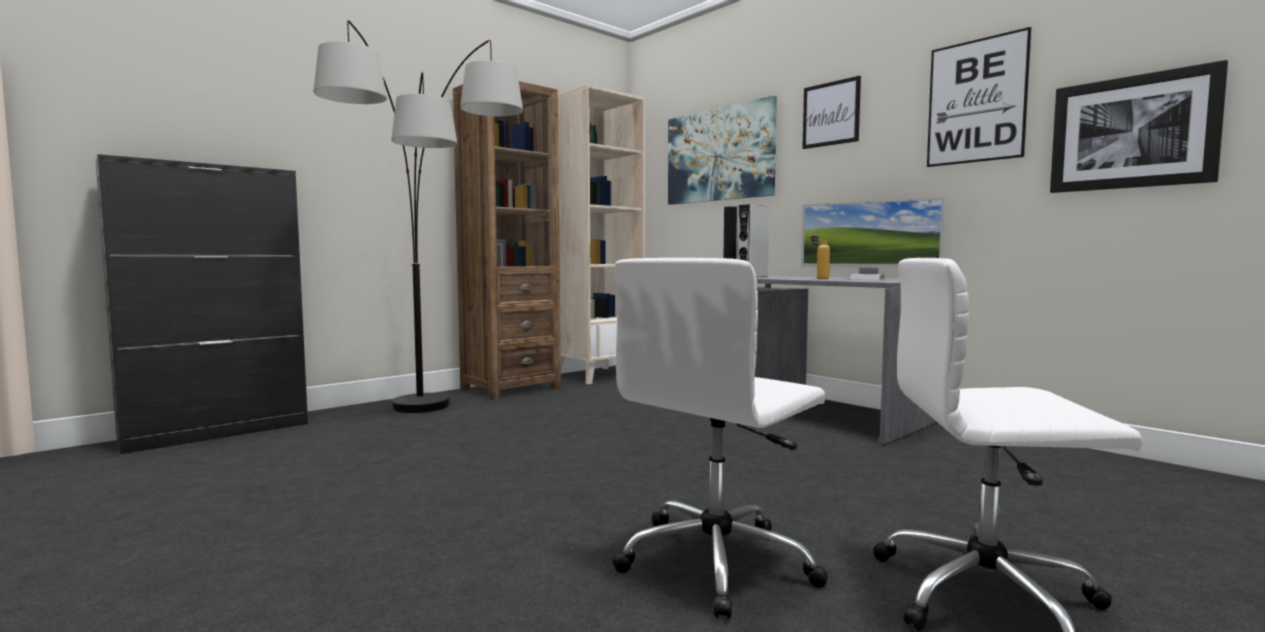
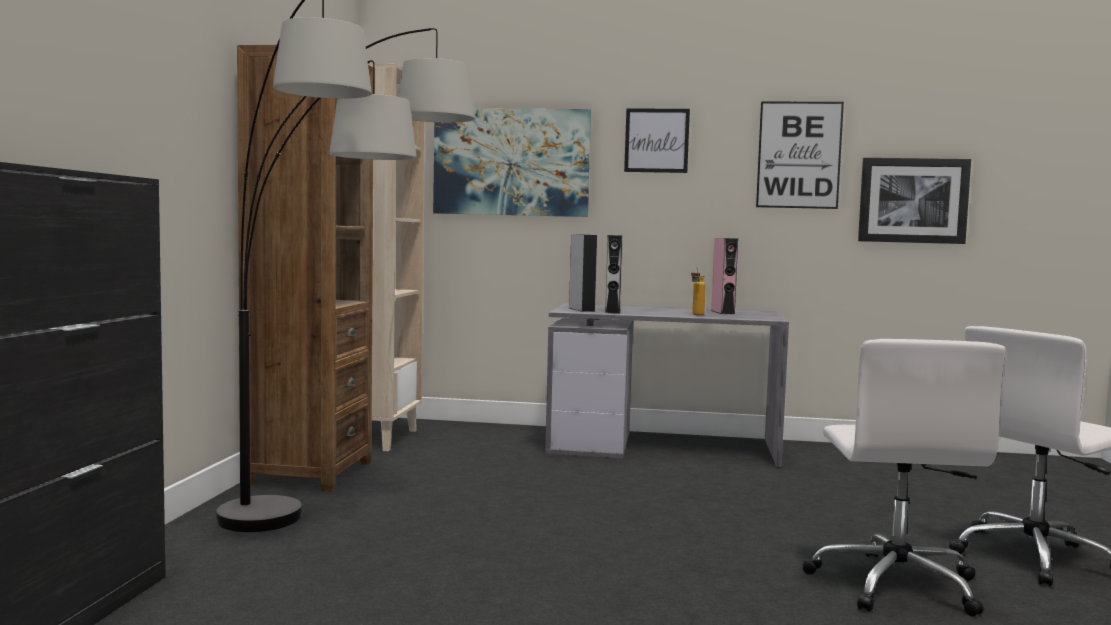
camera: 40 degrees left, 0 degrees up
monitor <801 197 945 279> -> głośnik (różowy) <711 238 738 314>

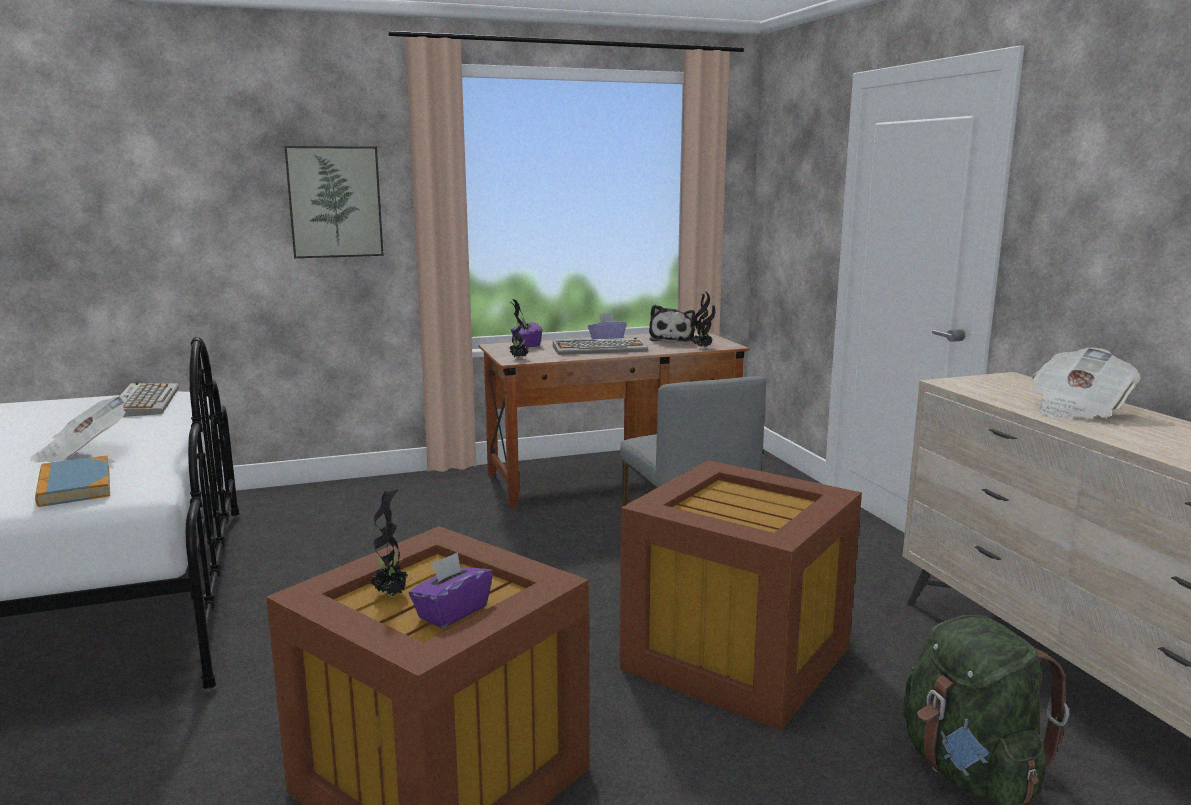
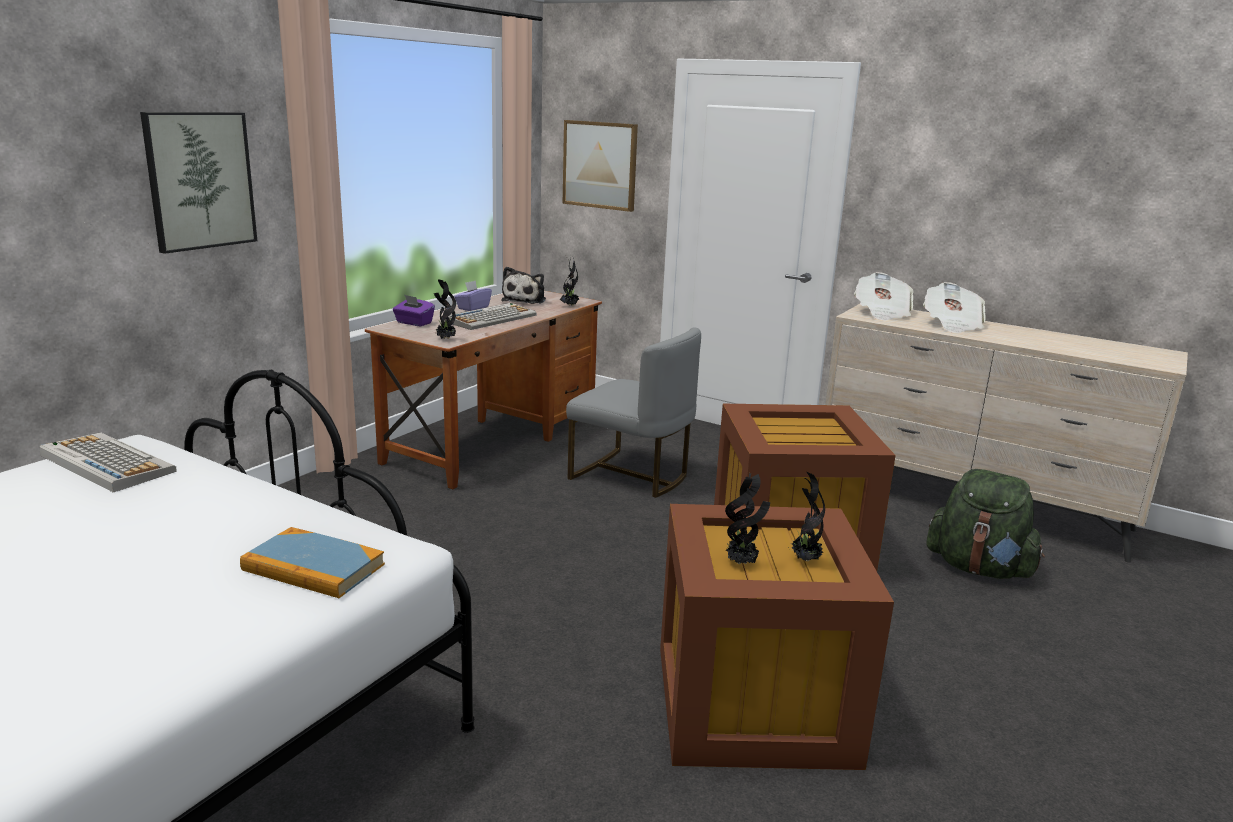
camera: 40 degrees left, 5 degrees up
pluszak <649 305 695 342> -> pluszak <501 267 546 304>, 45 degrees clockwise
none -> obraz <563 120 638 212>
pudełko chusteczek (fioletowy) <409 552 493 628> -> roślina doniczkowa <788 472 825 561>
gazeta <30 396 128 463> -> gazeta <854 272 914 320>, shifted

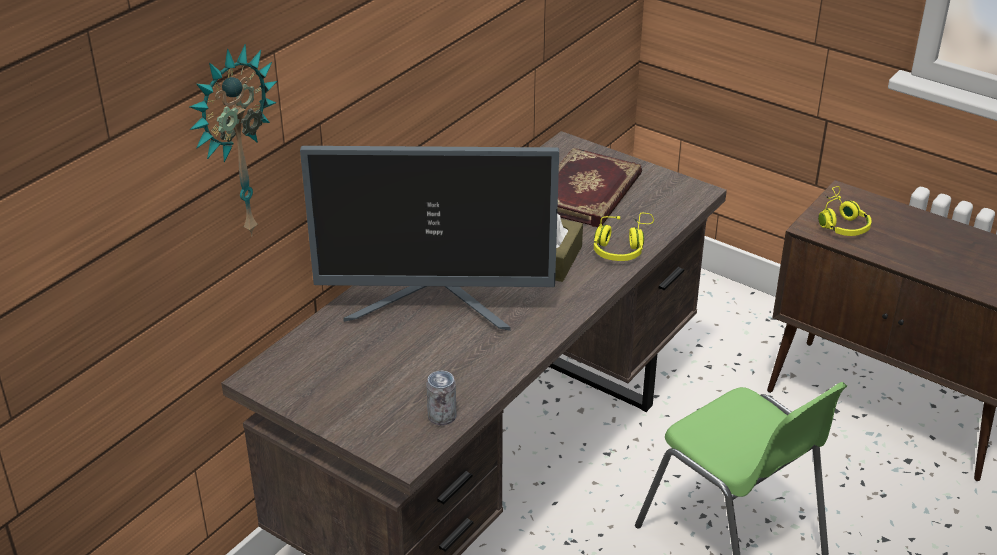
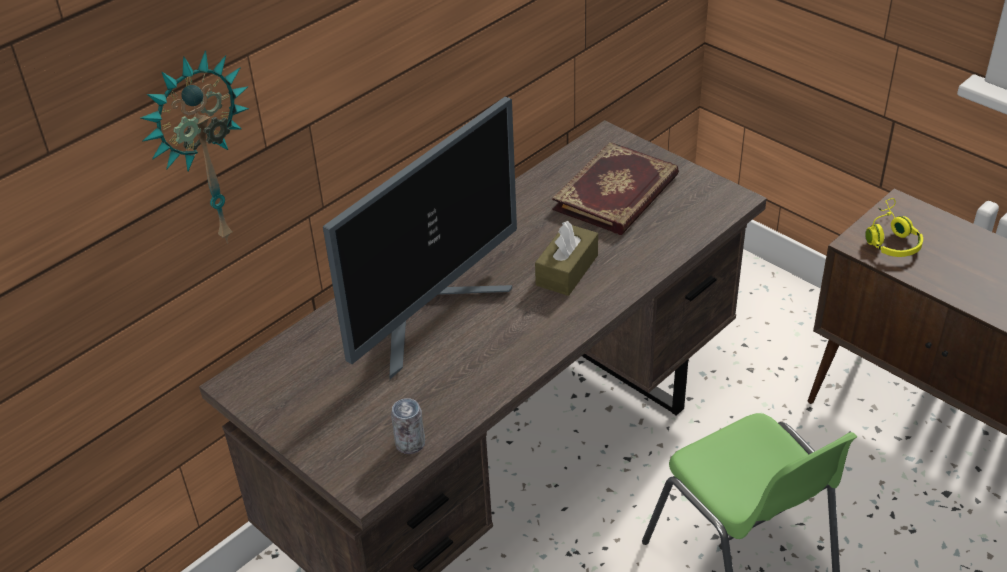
camera: 10 degrees right, 5 degrees up
monitor <300 146 559 331> -> monitor <323 97 517 379>, 60 degrees counterclockwise
słuchawki (żółty) <594 213 654 261> -> none

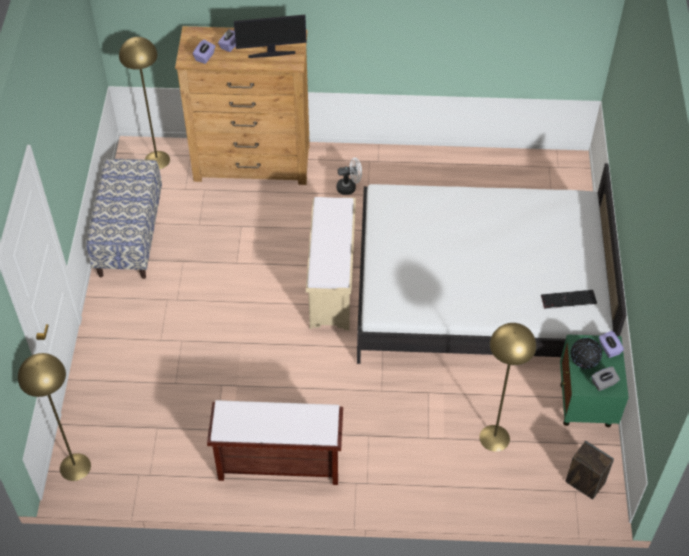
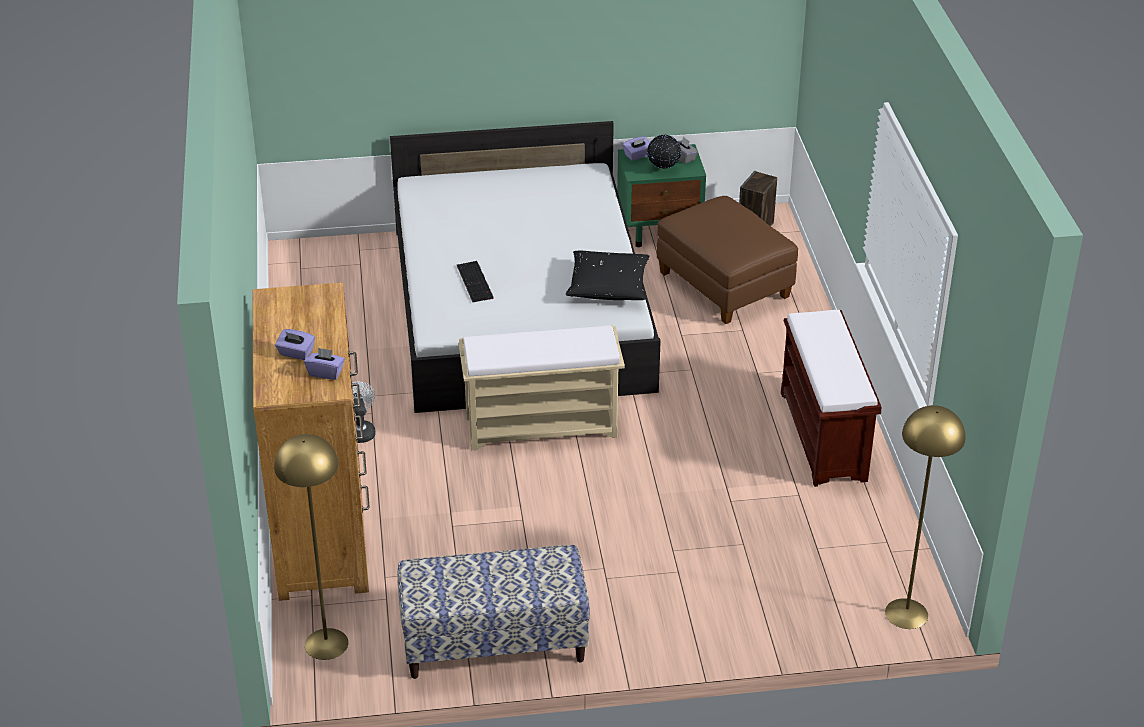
camera: 100 degrees left, 15 degrees down
klawiatura <541 290 597 309> -> klawiatura <457 261 493 302>, shifted
none -> poduszka (czarny) <566 251 649 300>
lampa stojąca (żółty) <479 323 536 452> -> pufa (brązowy) <657 196 798 324>
monitor <234 15 306 58> -> none

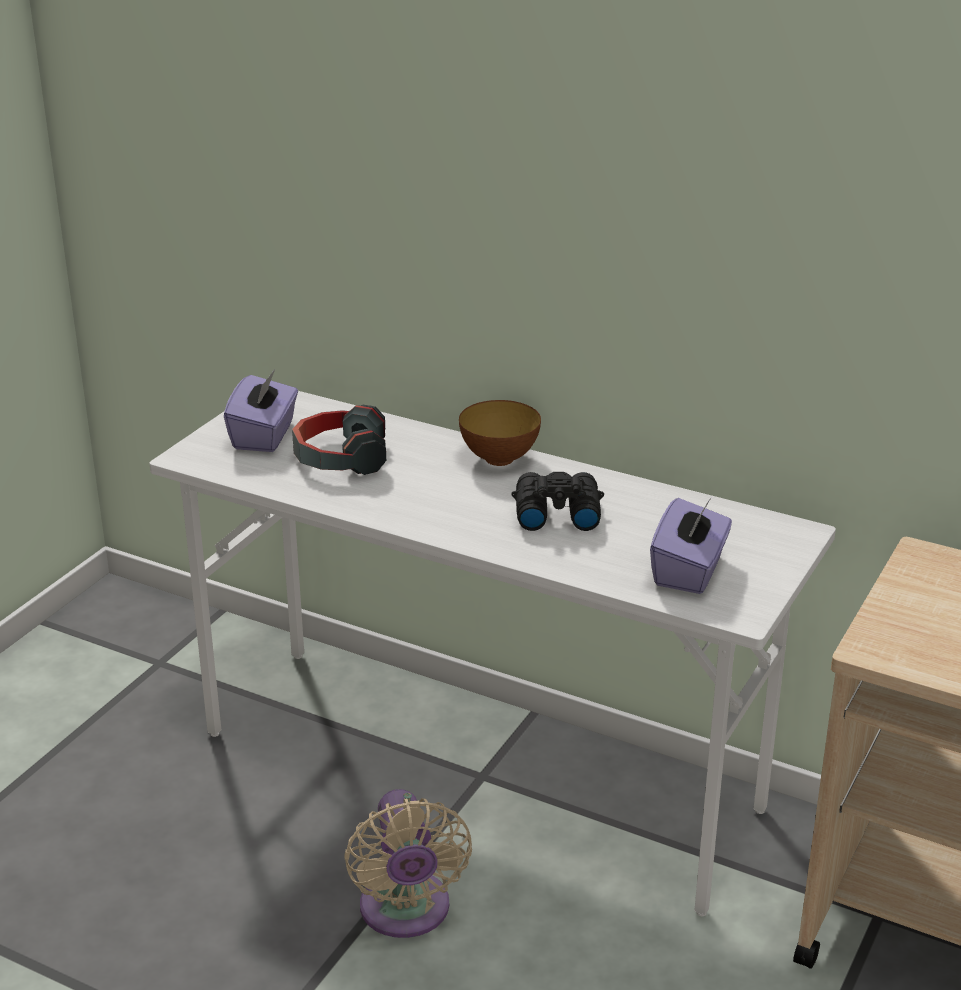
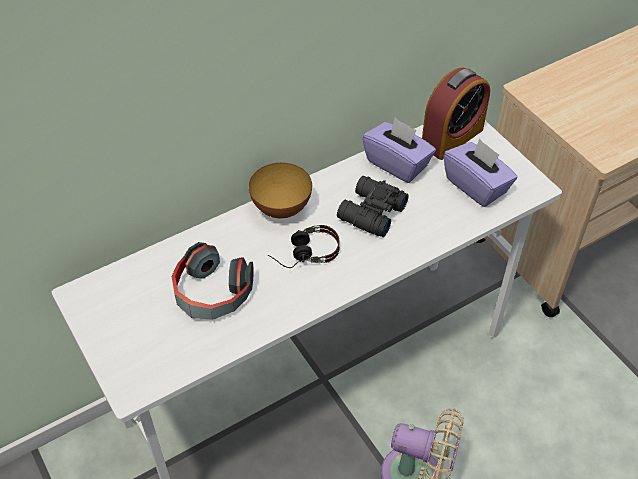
camera: 60 degrees left, 20 degrees up
none -> słuchawki <268 225 340 268>
pudełko chusteczek (fioletowy) <224 370 298 452> -> pudełko chusteczek (fioletowy) <362 117 436 183>, shifted
none -> budzik <422 67 490 160>

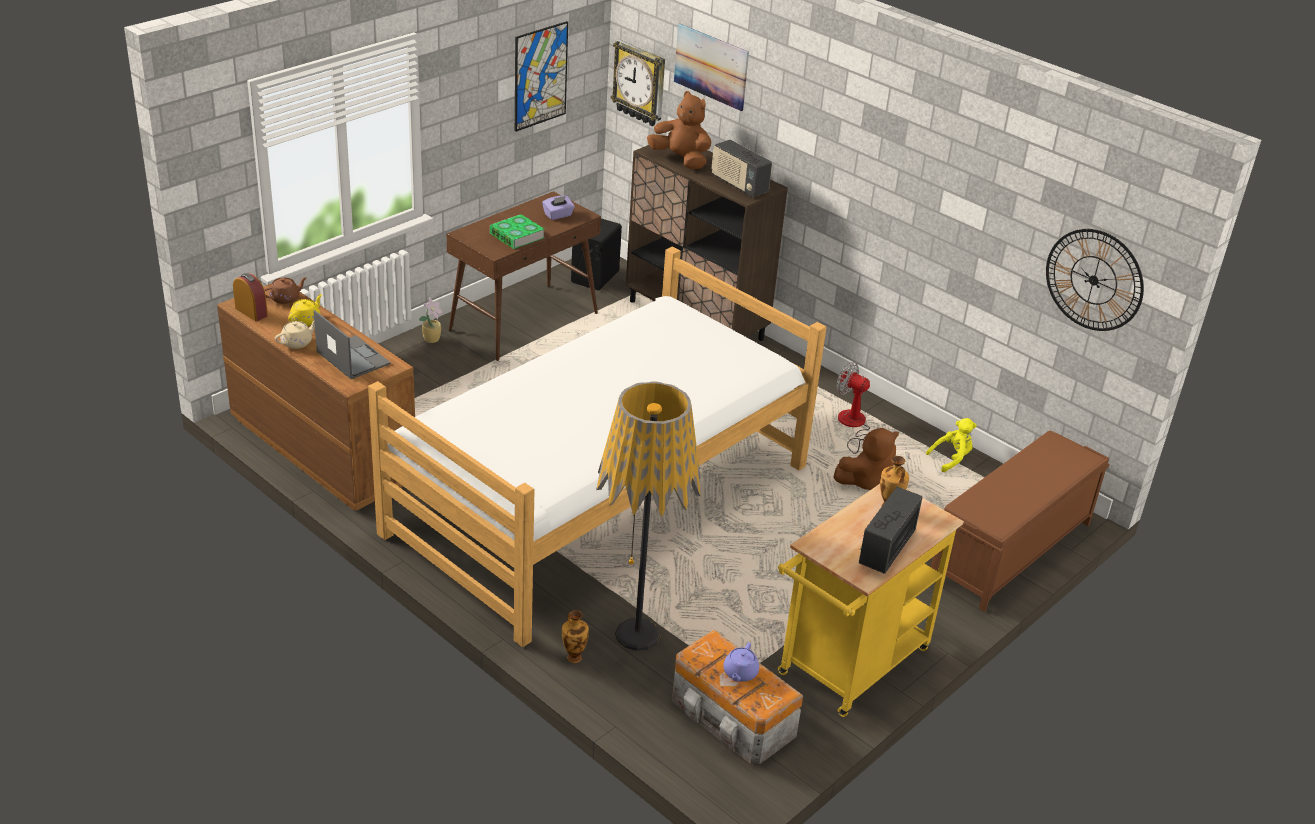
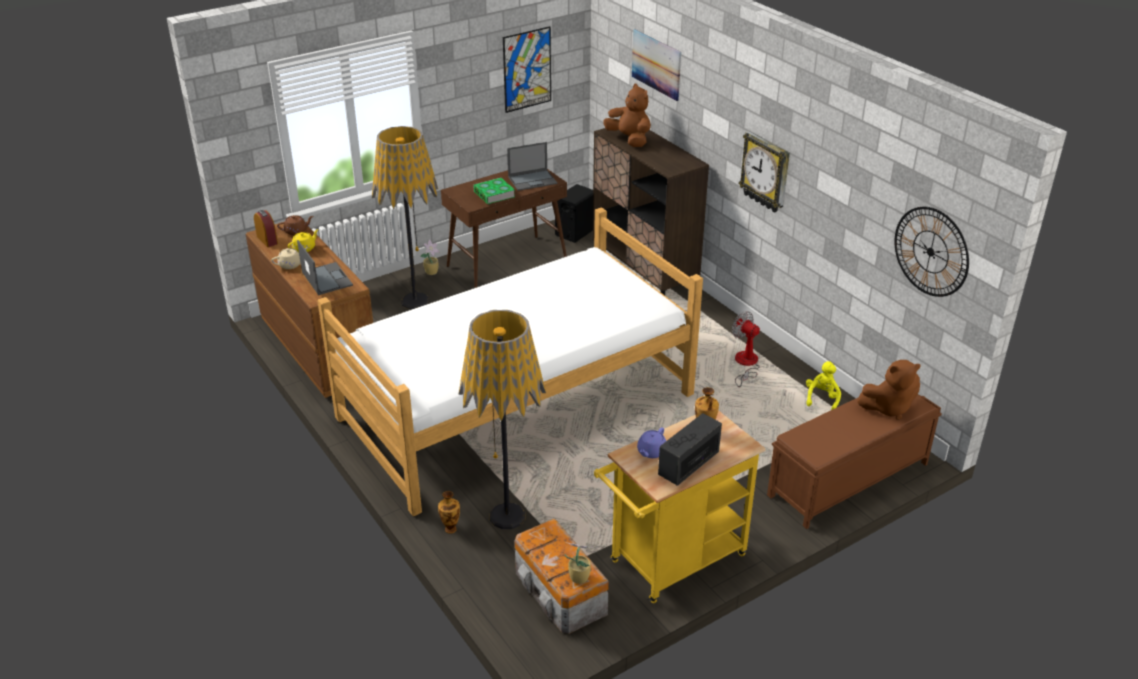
camera: 15 degrees right, 0 degrees up
none -> lampa stojąca <372 126 438 309>
pudełko chusteczek (fioletowy) <542 195 575 220> -> laptop <507 142 557 191>
none -> roślina doniczkowa <565 542 594 584>
imbryk (fioletowy) <723 642 759 682> -> imbryk (fioletowy) <637 427 666 458>, shifted
zegar ścienny <611 39 665 126> -> zegar ścienny <739 131 790 213>, shifted
pluszak (żółty) <926 418 977 472> -> pluszak (żółty) <806 361 841 410>, 60 degrees counterclockwise
pluszak (brązowy) <833 428 899 490> -> pluszak (brązowy) <857 360 921 420>, shifted
radio <711 139 772 197> -> none

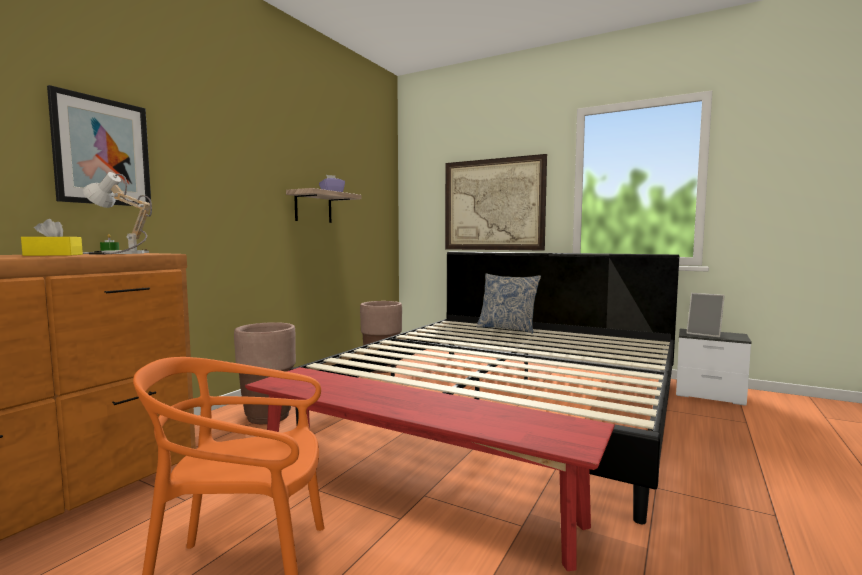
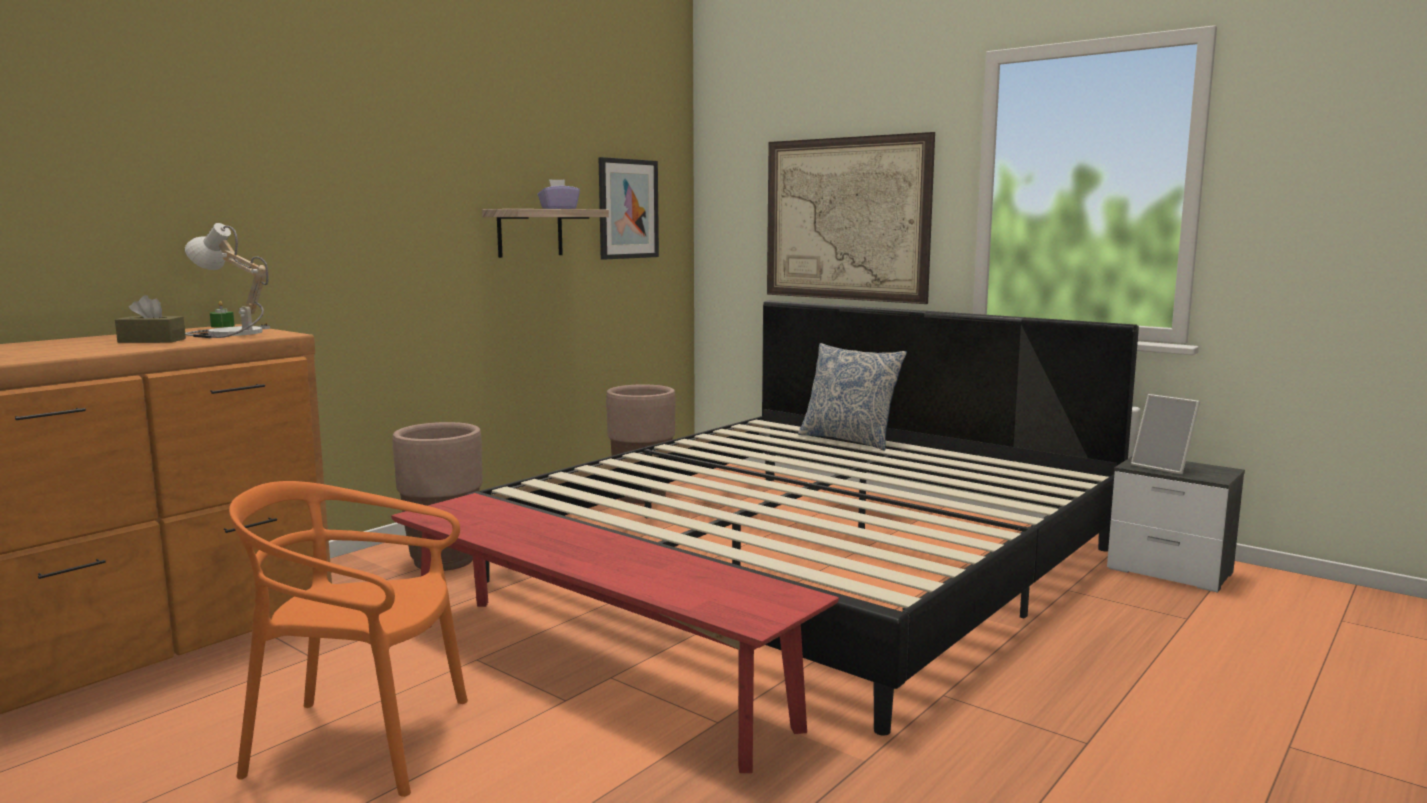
camera: 10 degrees right, 5 degrees up
pudełko chusteczek (żółty) <21 219 83 256> -> pudełko chusteczek (brązowy) <115 295 186 343>
obraz <47 85 151 206> -> obraz <599 157 659 260>, shifted

